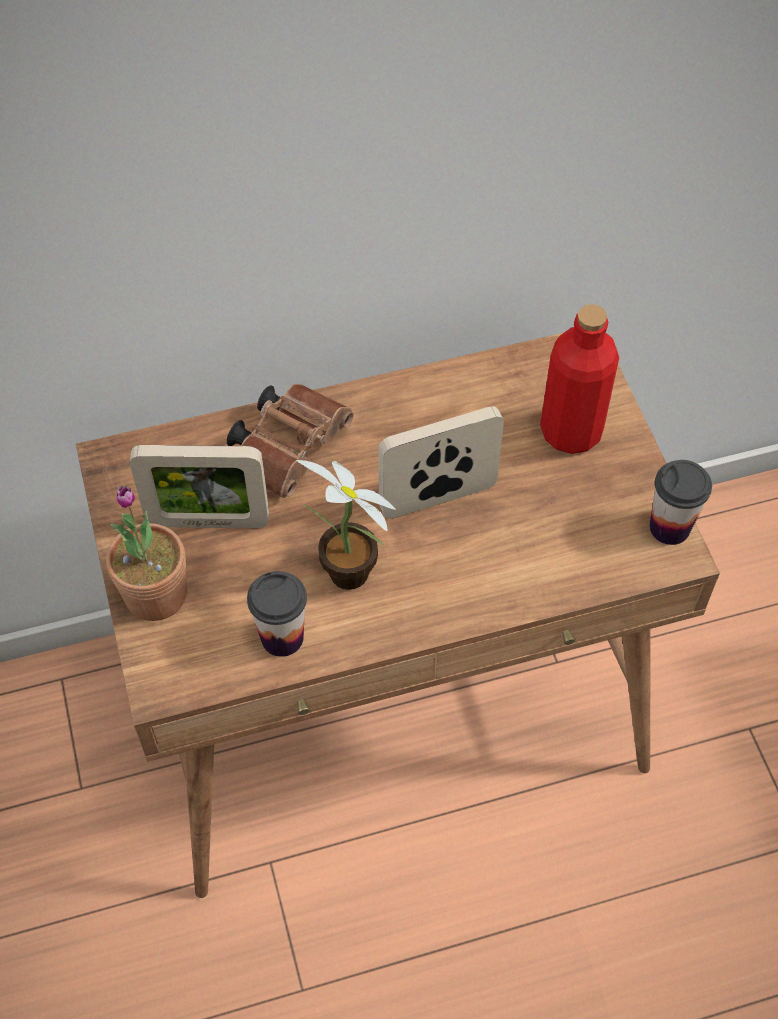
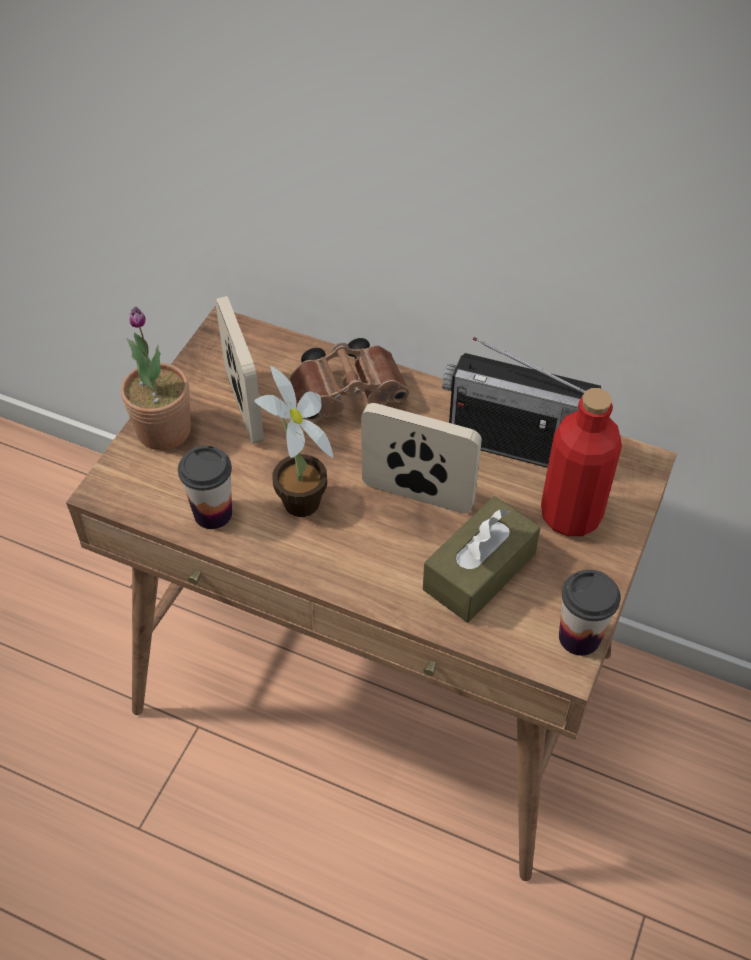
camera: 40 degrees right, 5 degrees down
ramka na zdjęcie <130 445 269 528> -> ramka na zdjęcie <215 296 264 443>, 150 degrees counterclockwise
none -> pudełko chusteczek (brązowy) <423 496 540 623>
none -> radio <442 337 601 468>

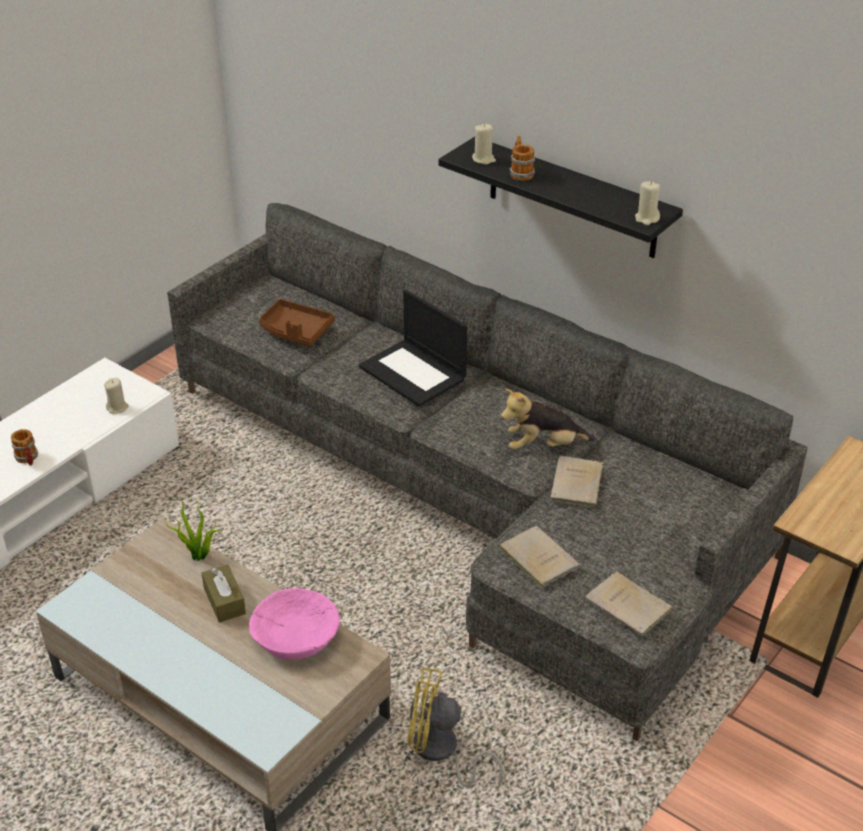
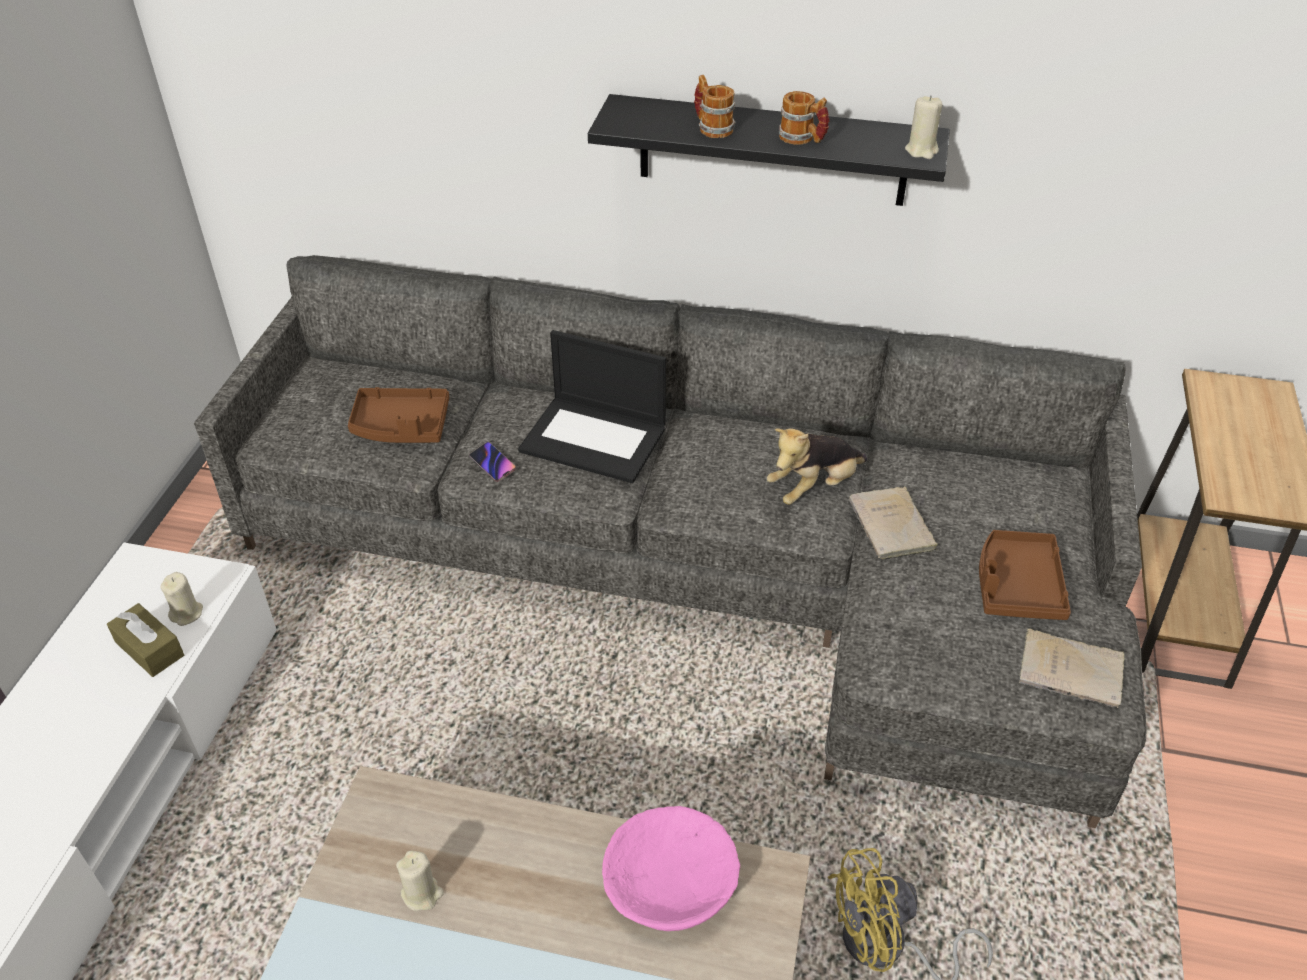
camera: 25 degrees left, 5 degrees up
pudełko chusteczek (brązowy) <202 564 246 623> -> pudełko chusteczek (brązowy) <107 603 184 677>, shifted
świeca (beżowy) <472 123 496 165> -> świeca (beżowy) <396 850 444 911>, shifted
none -> telefon <469 442 516 482>
kubek <11 429 38 465> -> kubek <779 91 830 145>, shifted
none -> taca (brązowy) <979 530 1071 620>
roślina doniczkowa <164 499 220 561> -> none
książka (beżowy) <500 526 580 588> -> none

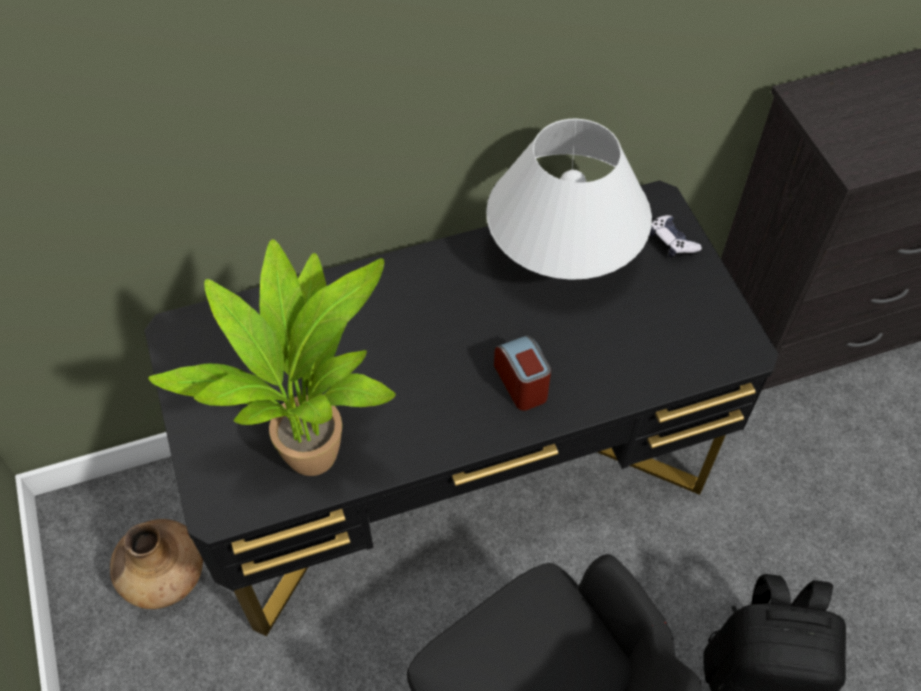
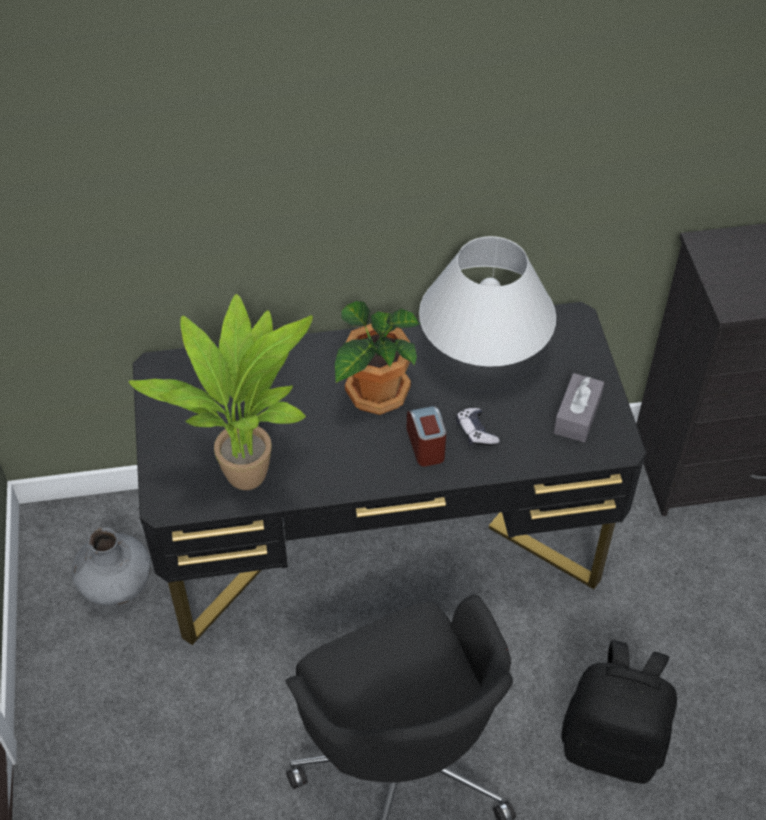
camera: 10 degrees right, 5 degrees down
wazon (brązowy) <110 519 203 609> -> wazon (szary) <72 527 151 606>
none -> roślina doniczkowa <335 301 420 415>
pad do gier <650 215 702 257> -> pad do gier <456 408 499 446>, shifted
none -> pudełko chusteczek (szary) <554 373 604 443>

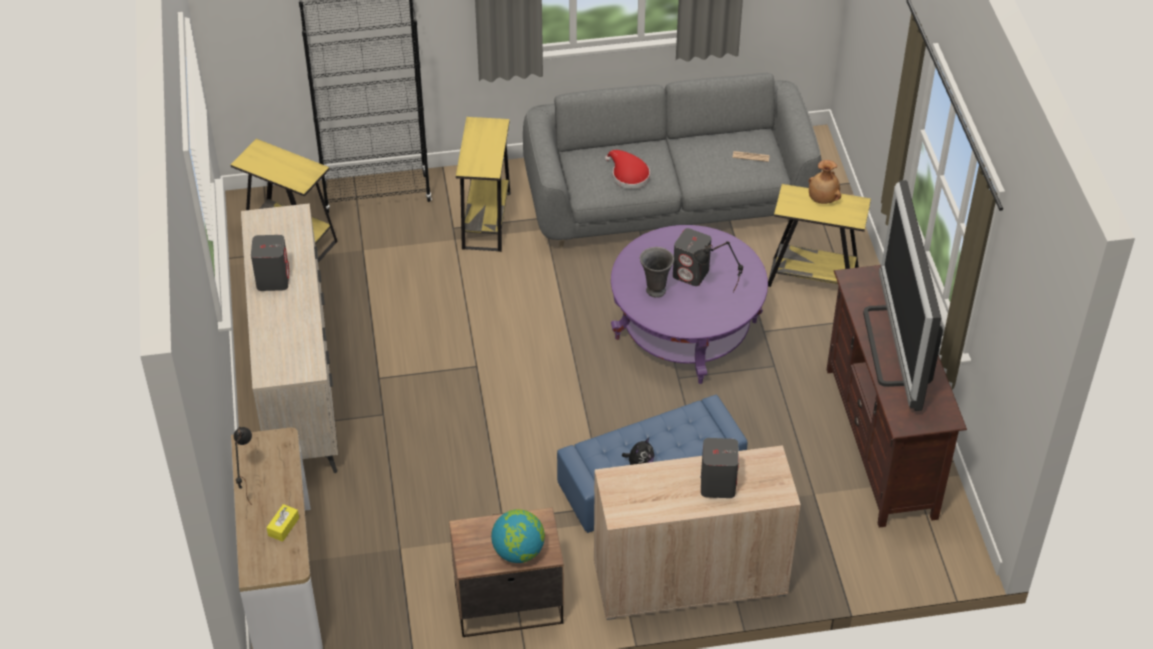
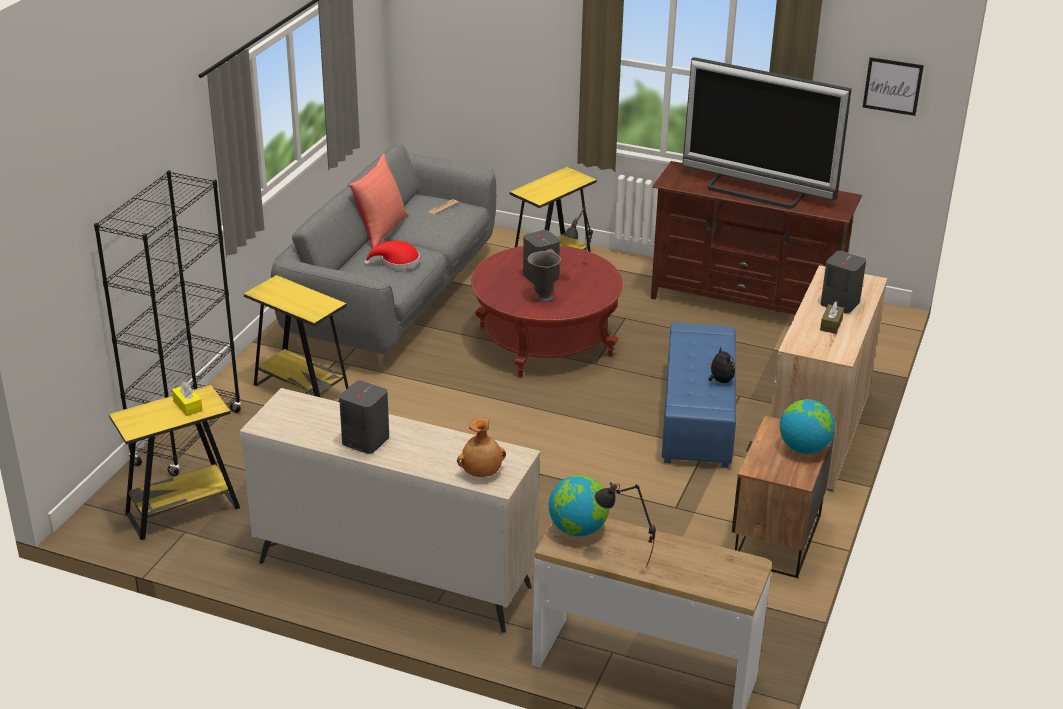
camera: 60 degrees left, 15 degrees down
pudełko chusteczek (żółty) <266 504 299 542> -> pudełko chusteczek (żółty) <172 382 203 416>, shifted
none -> poduszka (czerwony) <349 153 409 248>
wazon (brązowy) <809 160 841 204> -> wazon (brązowy) <457 418 506 477>, shifted
ława (fioletowy) <611 225 768 384> -> ława (czerwony) <471 245 623 377>
none -> globus <549 475 609 536>
none -> pudełko chusteczek (brązowy) <820 302 844 334>
none -> obraz <863 57 924 116>

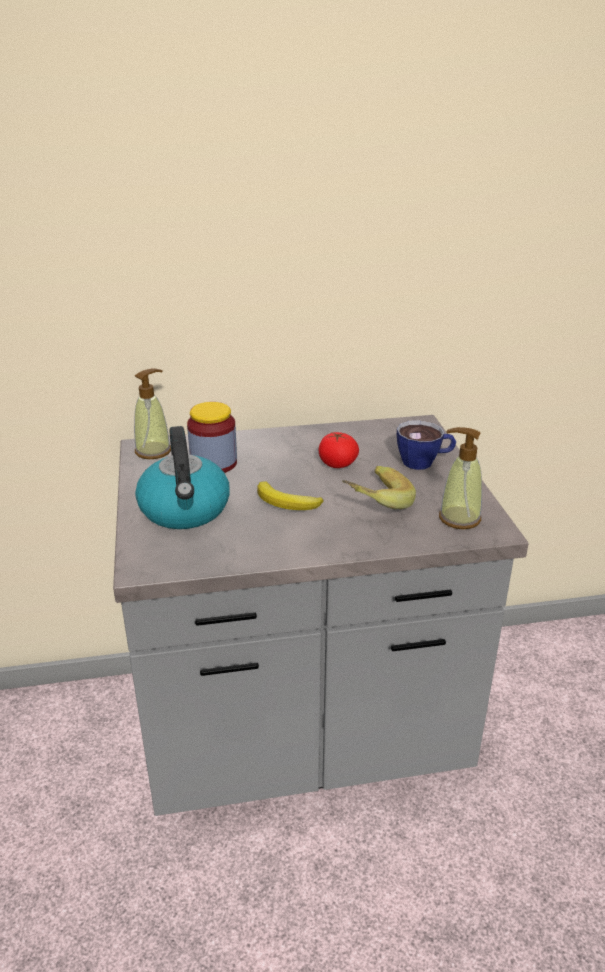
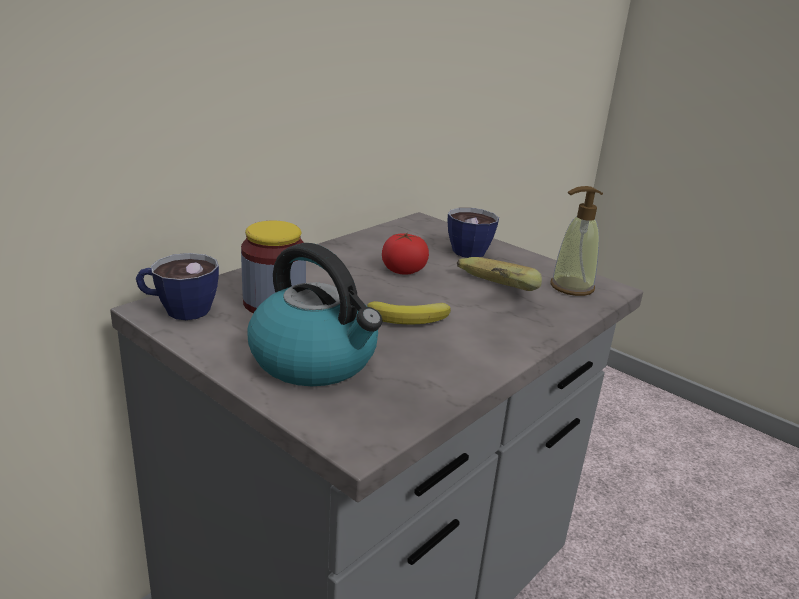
camera: 40 degrees left, 5 degrees down
dozownik mydła <134 368 171 459> -> filiżanka <136 253 219 320>

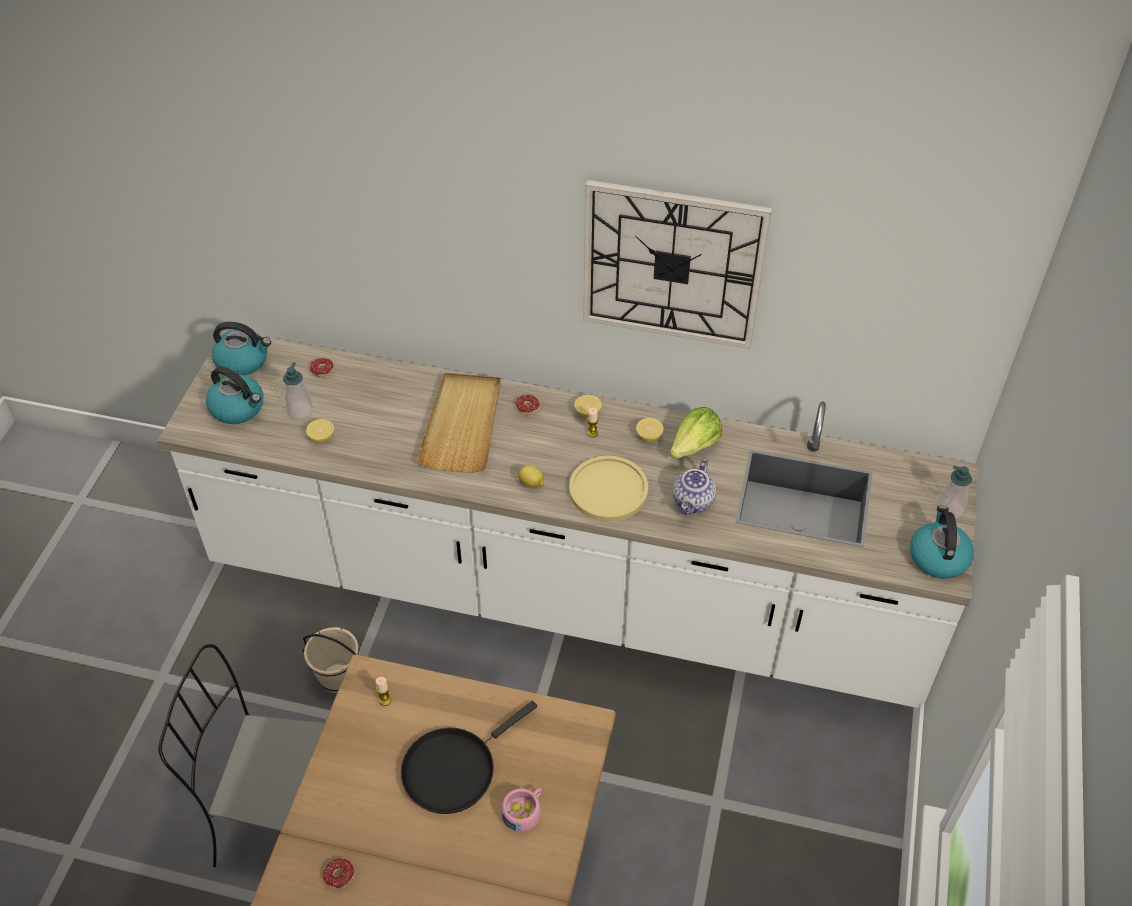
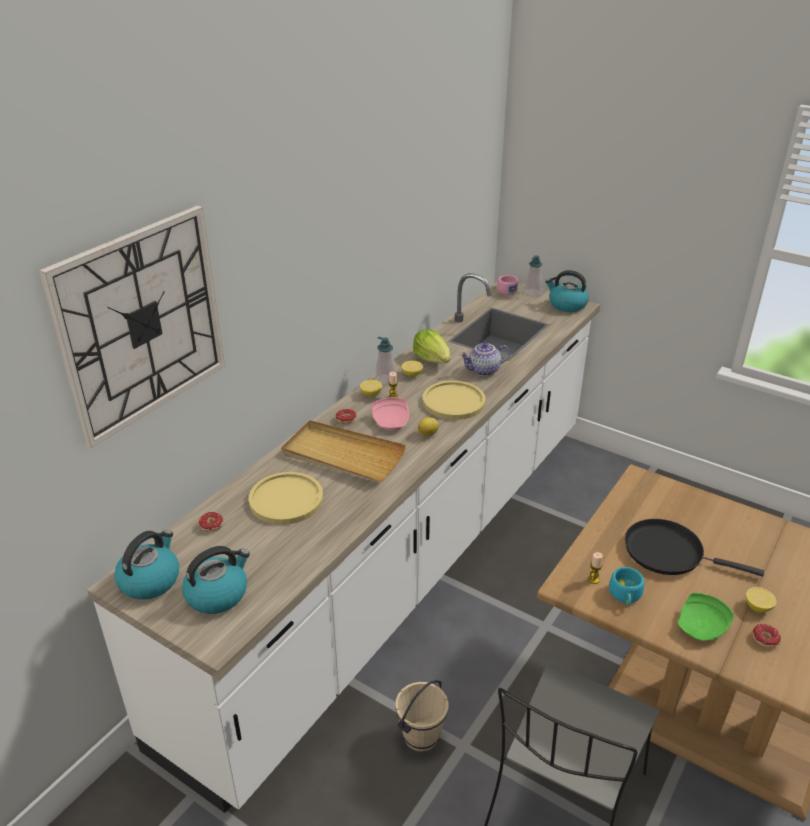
camera: 70 degrees left, 15 degrees down
zegar ścienny <583 180 772 349> -> zegar ścienny <39 206 225 448>, shifted
none -> talerz (żółty) <249 472 323 525>
none -> talerz (różowy) <371 397 409 431>
dozownik mydła <283 362 313 419> -> dozownik mydła <376 337 396 385>, shifted
imbryk <673 459 716 515> -> imbryk <460 342 510 376>, 120 degrees clockwise
filiżanka (różowy) <501 788 542 832> -> filiżanka (różowy) <497 275 518 295>, shifted
none -> filiżanka (turkusowy) <609 567 644 606>
patelnia (czarny) <401 701 537 814> -> patelnia (czarny) <625 519 764 577>, 135 degrees clockwise
none -> talerz (zielony) <677 593 734 641>
cytryna <306 419 334 443> -> cytryna <746 587 777 613>, shifted

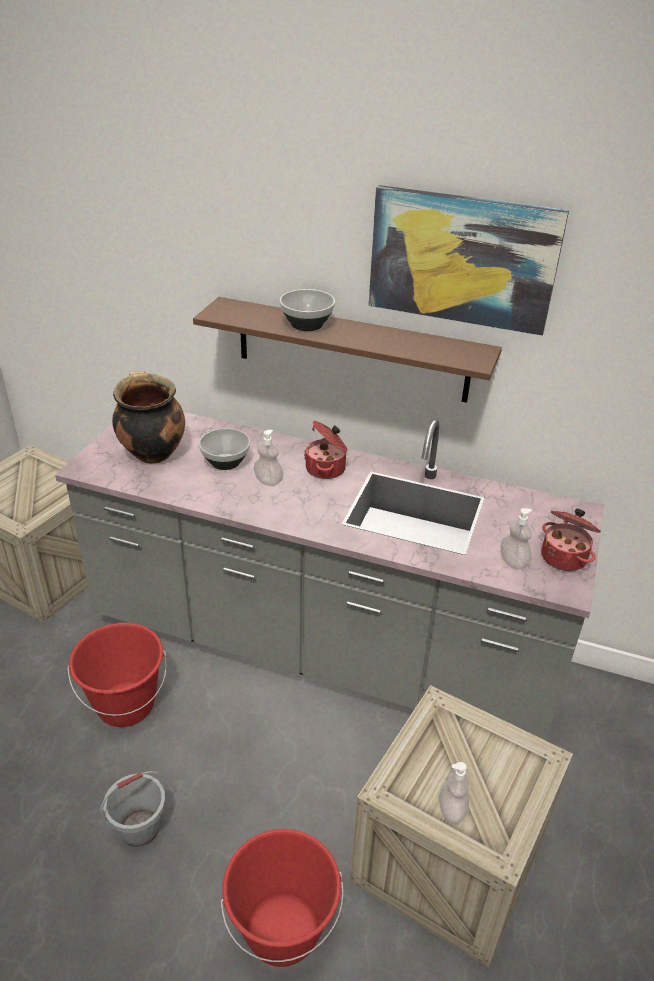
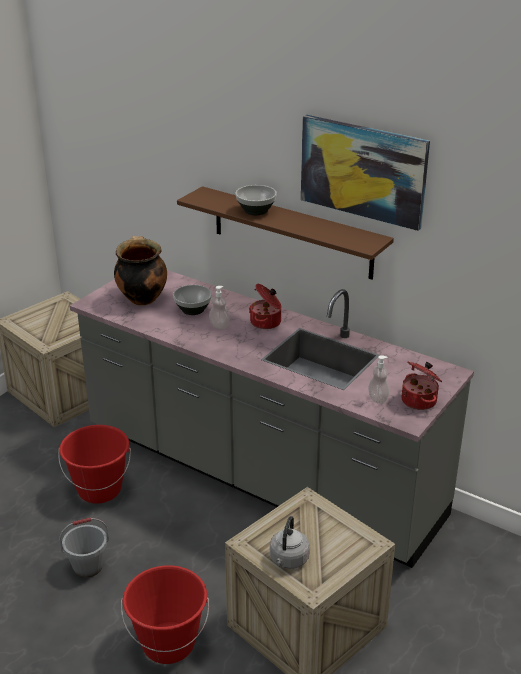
camera: 15 degrees right, 5 degrees down
dozownik mydła <439 762 469 824> -> czajnik (szary) <270 516 310 569>

